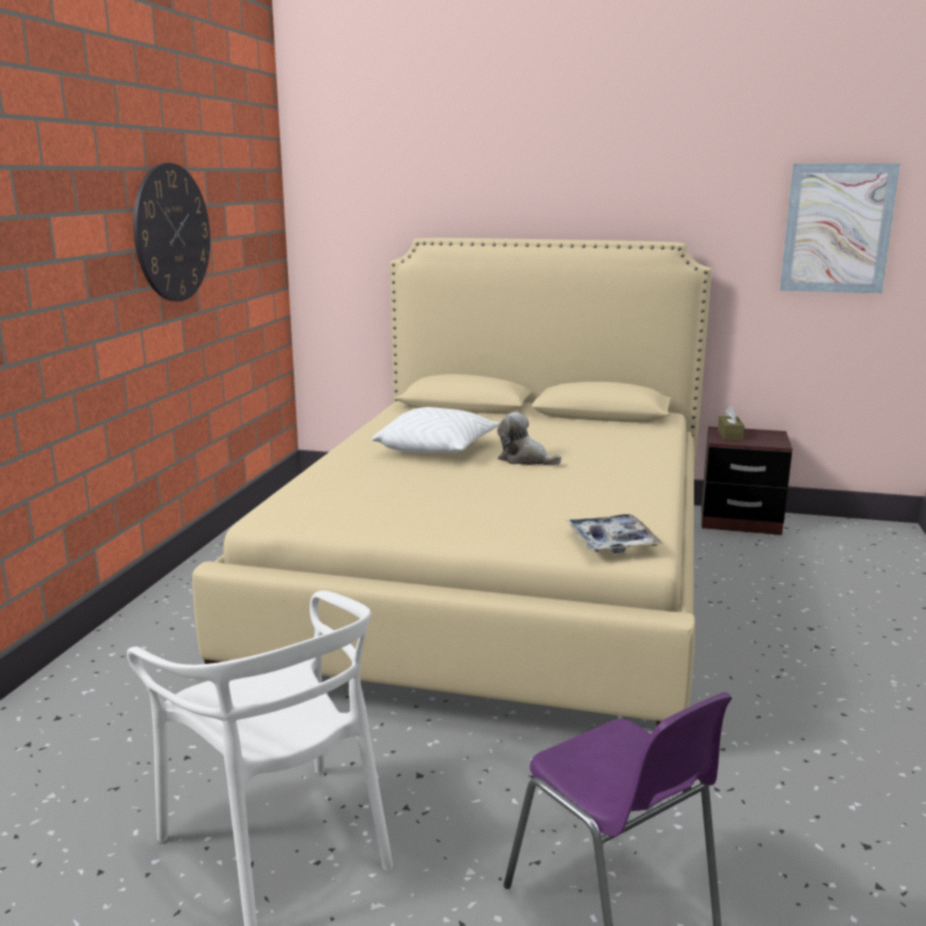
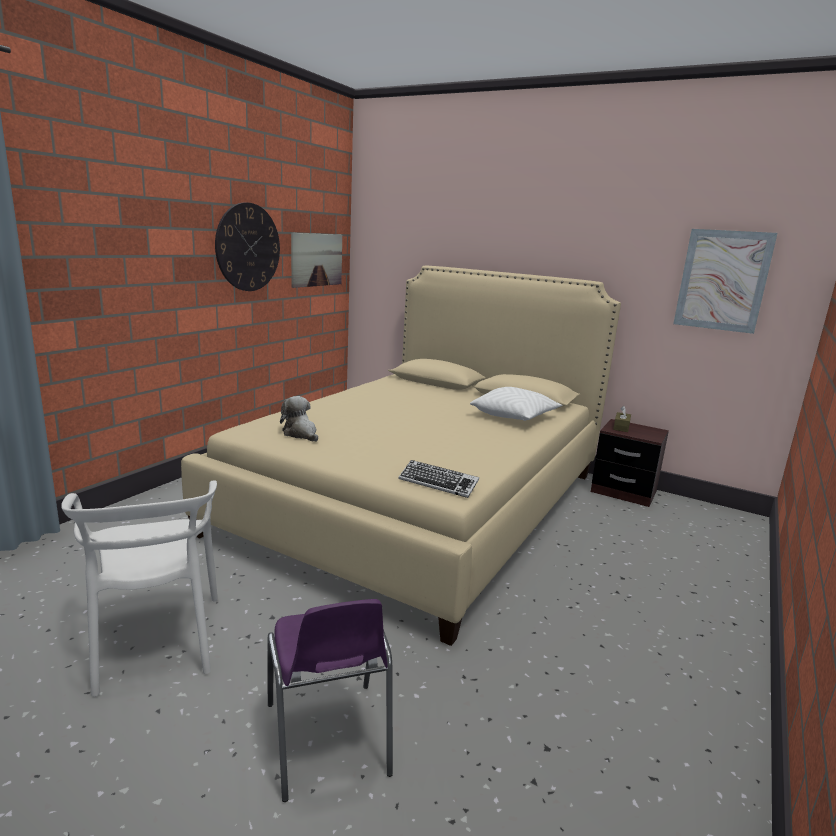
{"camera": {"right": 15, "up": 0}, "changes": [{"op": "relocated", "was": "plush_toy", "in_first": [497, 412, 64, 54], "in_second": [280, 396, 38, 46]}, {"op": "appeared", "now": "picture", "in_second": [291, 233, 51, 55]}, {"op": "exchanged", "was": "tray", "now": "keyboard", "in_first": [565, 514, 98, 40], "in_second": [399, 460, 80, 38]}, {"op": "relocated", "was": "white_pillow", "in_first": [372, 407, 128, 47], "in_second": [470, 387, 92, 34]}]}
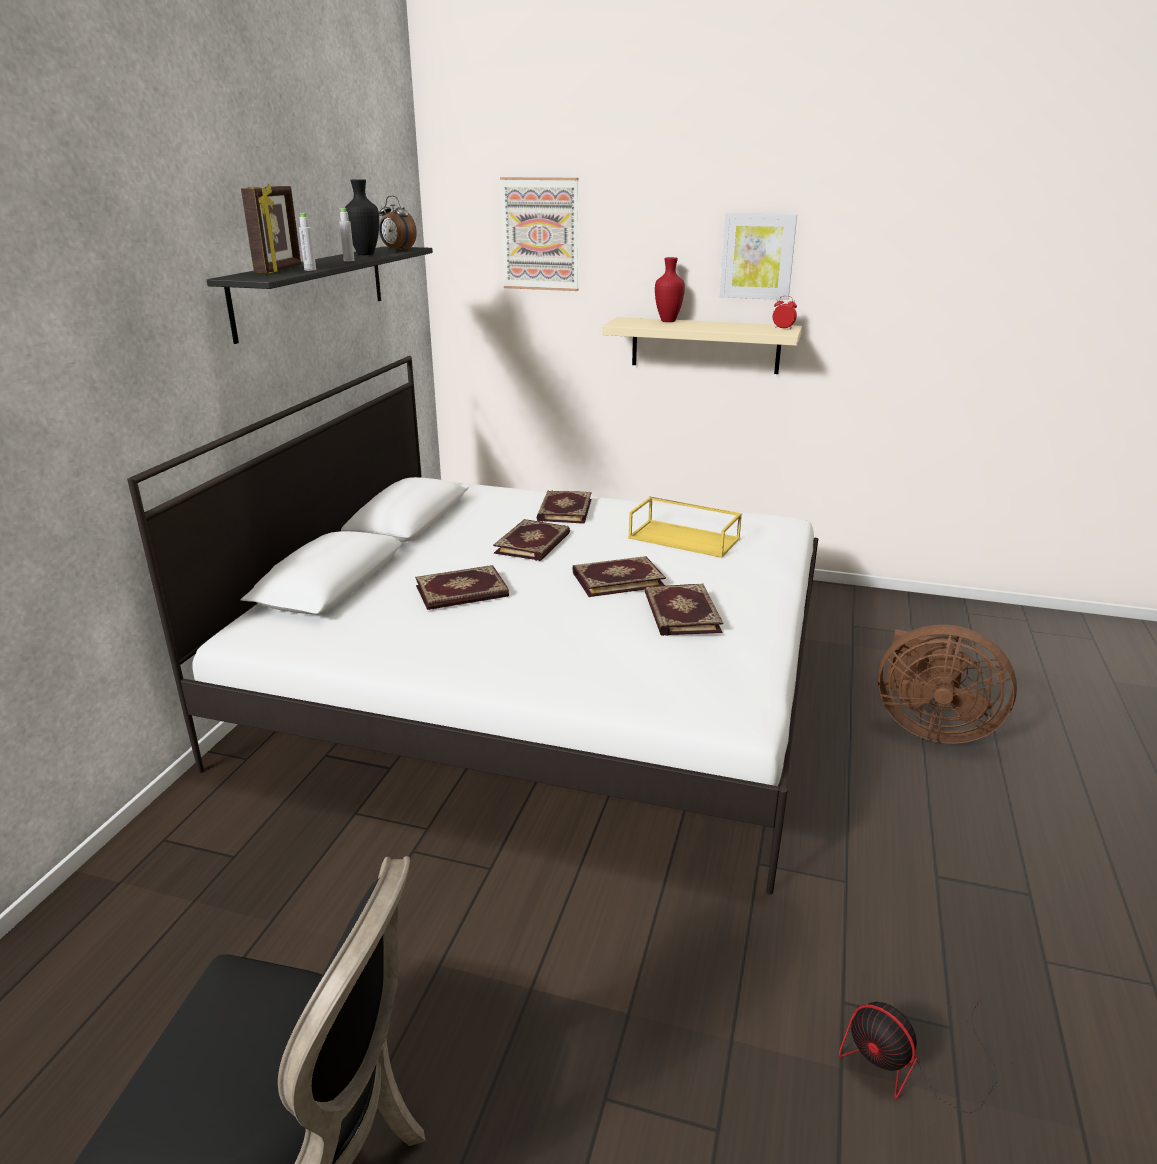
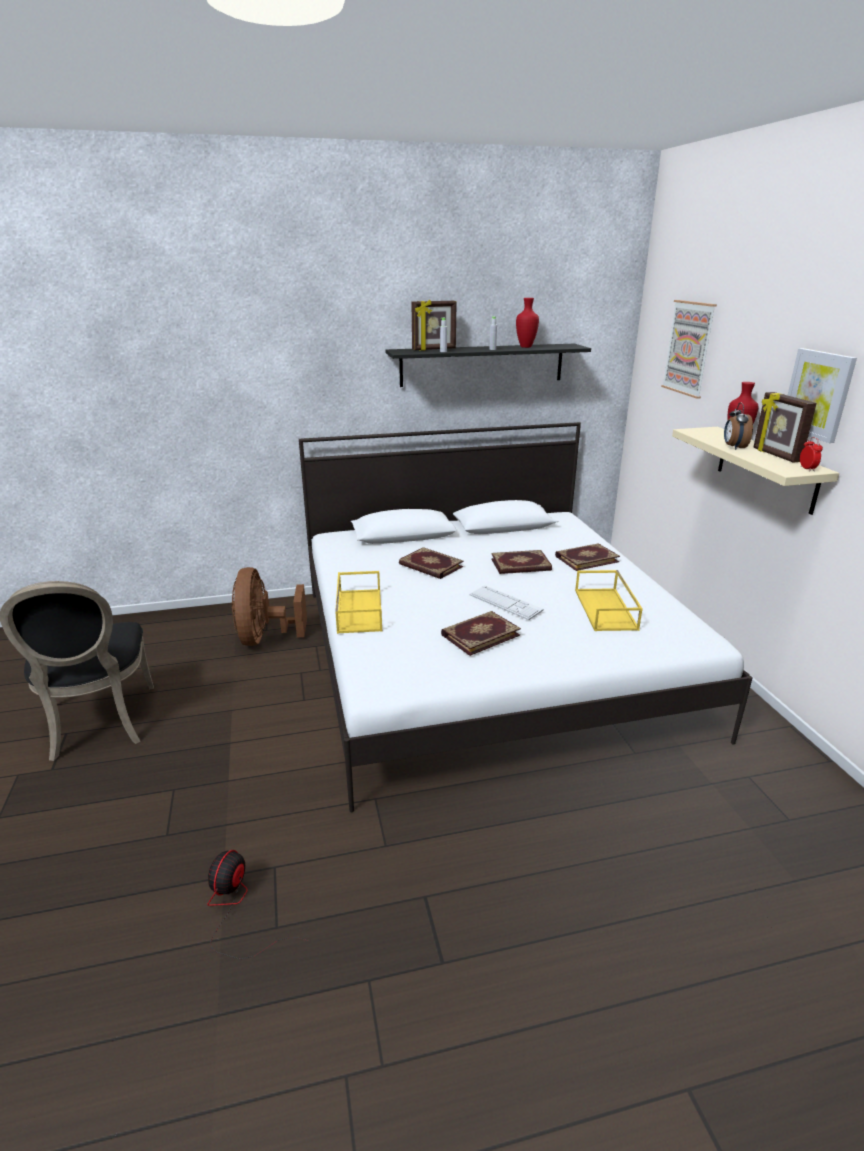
{"camera": {"right": 60, "up": 0}, "changes": [{"op": "relocated", "was": "brown_fan", "in_first": [878, 624, 139, 120], "in_second": [231, 567, 76, 79]}, {"op": "appeared", "now": "yellow_tray", "in_second": [335, 571, 47, 63]}, {"op": "exchanged", "was": "book", "now": "keyboard", "in_first": [572, 556, 94, 41], "in_second": [469, 585, 75, 35]}, {"op": "colour", "was": "black_vase", "now": "red_vase", "in_first": [345, 179, 34, 76], "in_second": [516, 298, 23, 50]}, {"op": "relocated", "was": "alarm_clock", "in_first": [379, 196, 38, 55], "in_second": [724, 403, 29, 47]}, {"op": "appeared", "now": "picture_frame", "in_second": [753, 392, 63, 71]}]}
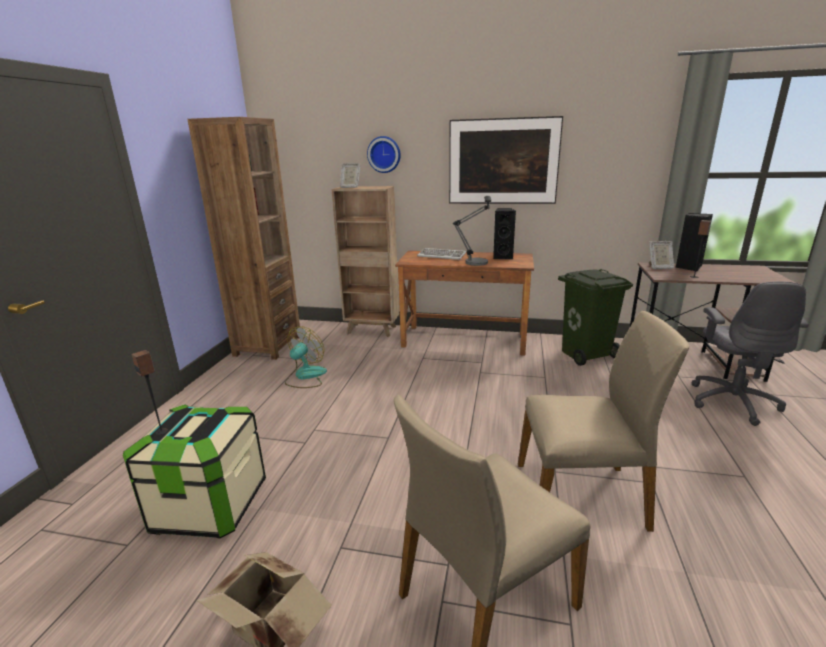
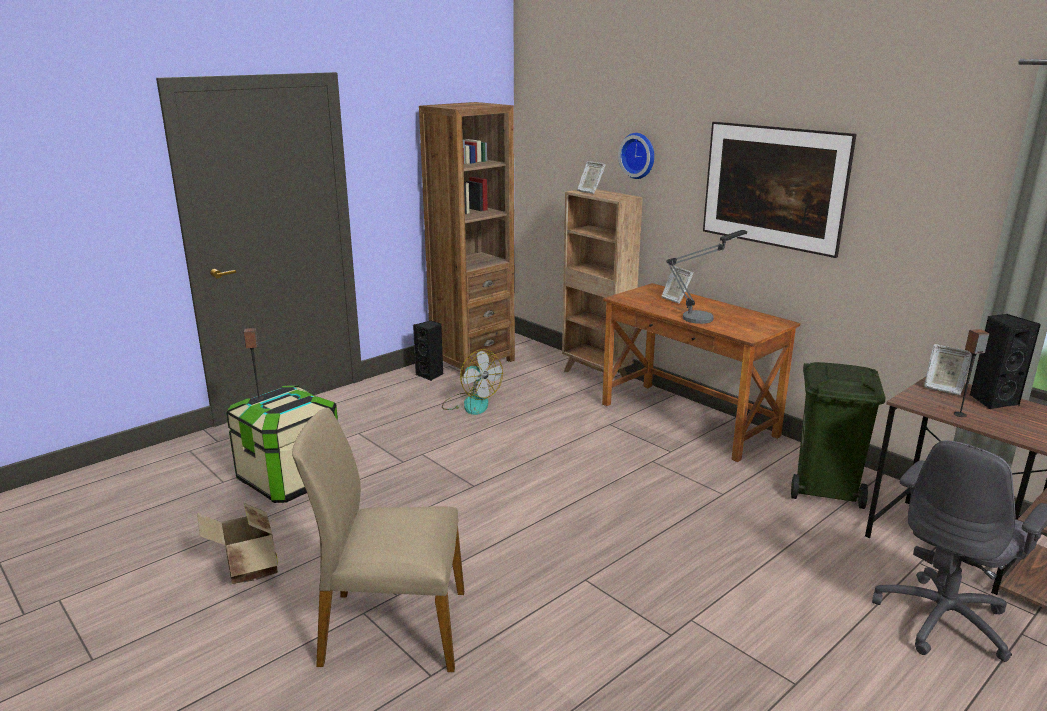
{"camera": {"right": 35, "up": 0}, "changes": [{"op": "relocated", "was": "black_speaker", "in_first": [493, 208, 23, 51], "in_second": [413, 320, 30, 61]}, {"op": "spun", "was": "fan", "in_first": [285, 326, 42, 62], "in_second": [442, 349, 61, 66], "clockwise": 75}, {"op": "exchanged", "was": "keyboard", "now": "picture_frame", "in_first": [417, 248, 49, 12], "in_second": [661, 266, 32, 38]}, {"op": "missing", "was": "beige_chair", "in_first": [518, 311, 171, 221]}]}
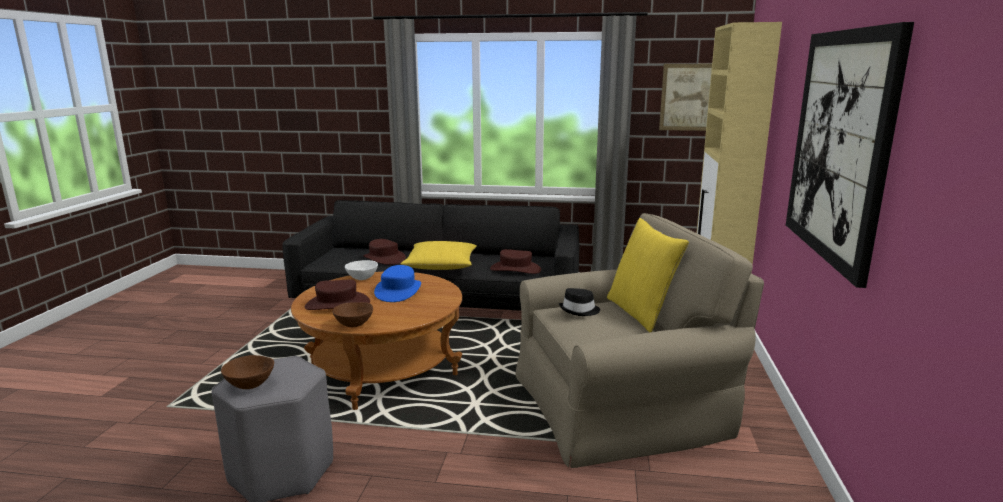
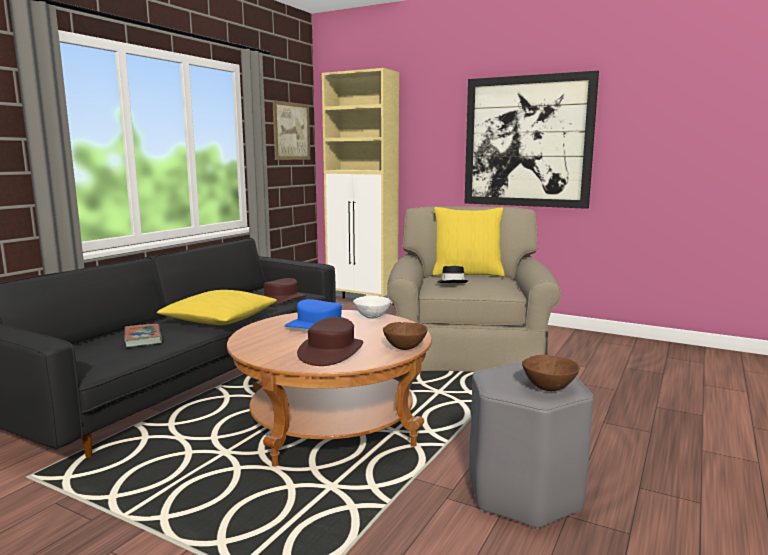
{"camera": {"right": -70, "up": -5}, "changes": [{"op": "exchanged", "was": "brown_hat", "now": "book", "in_first": [363, 239, 43, 26], "in_second": [124, 324, 38, 23]}, {"op": "relocated", "was": "white_bowl", "in_first": [345, 260, 33, 20], "in_second": [353, 296, 38, 23]}]}
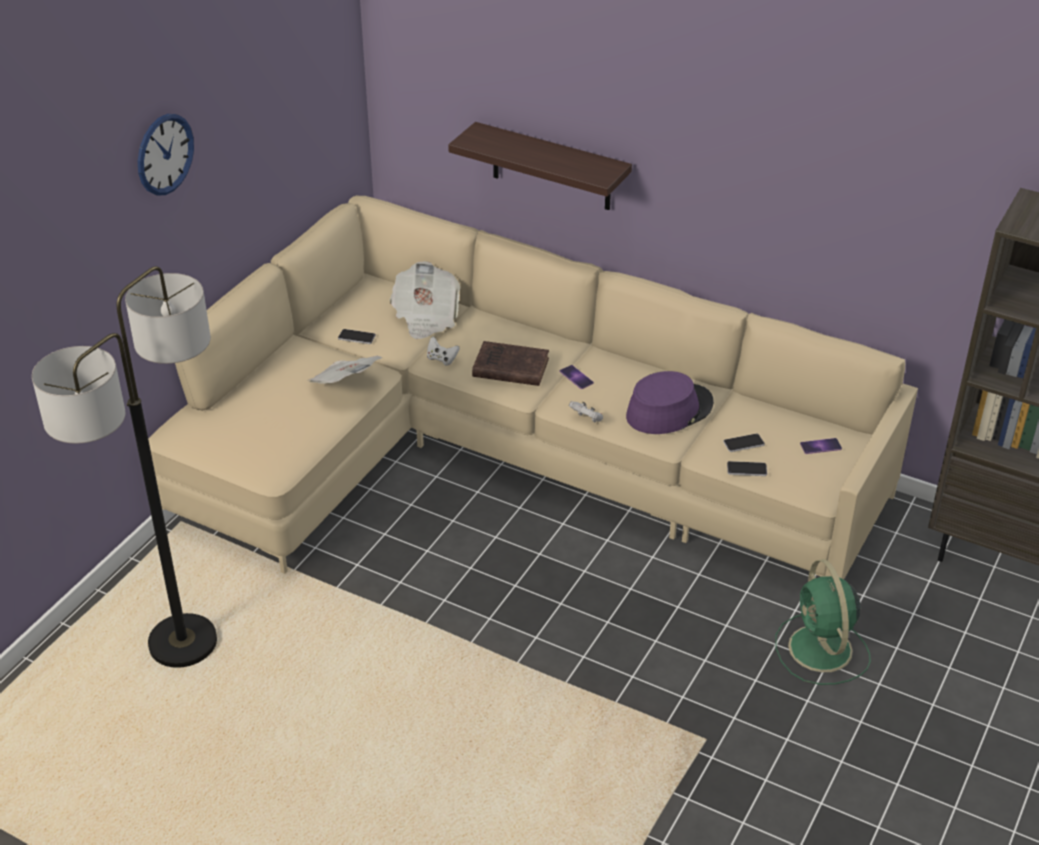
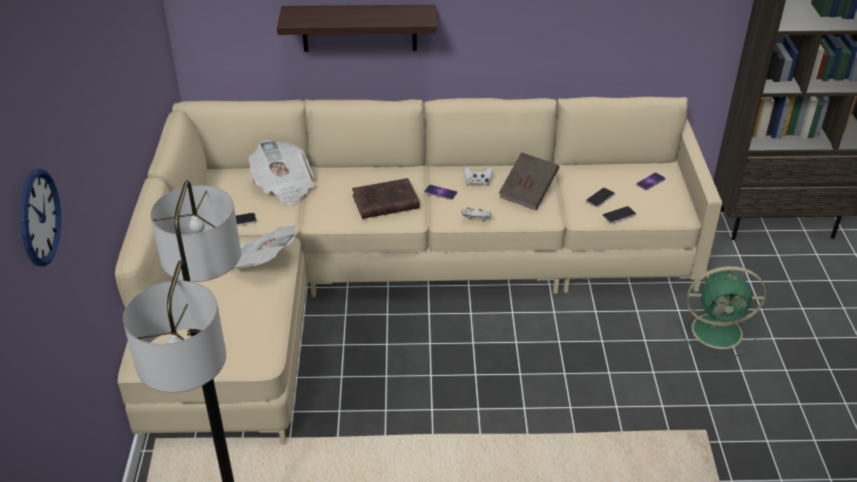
{"camera": {"right": -30, "up": 0}, "changes": [{"op": "relocated", "was": "wall_clock", "in_first": [138, 114, 56, 81], "in_second": [20, 169, 41, 97]}, {"op": "relocated", "was": "white_game_controller", "in_first": [427, 337, 33, 29], "in_second": [464, 166, 28, 20]}, {"op": "exchanged", "was": "purple_hat", "now": "brown_book", "in_first": [626, 371, 88, 63], "in_second": [499, 152, 60, 58]}, {"op": "spun", "was": "green_fan", "in_first": [775, 559, 96, 126], "in_second": [677, 266, 89, 91], "clockwise": -45}]}
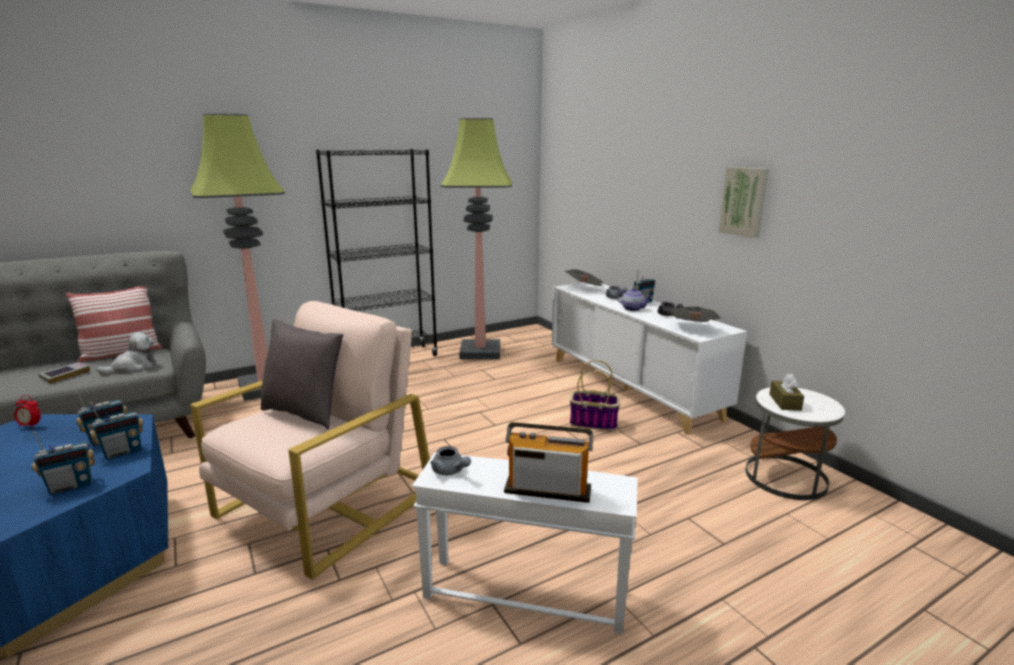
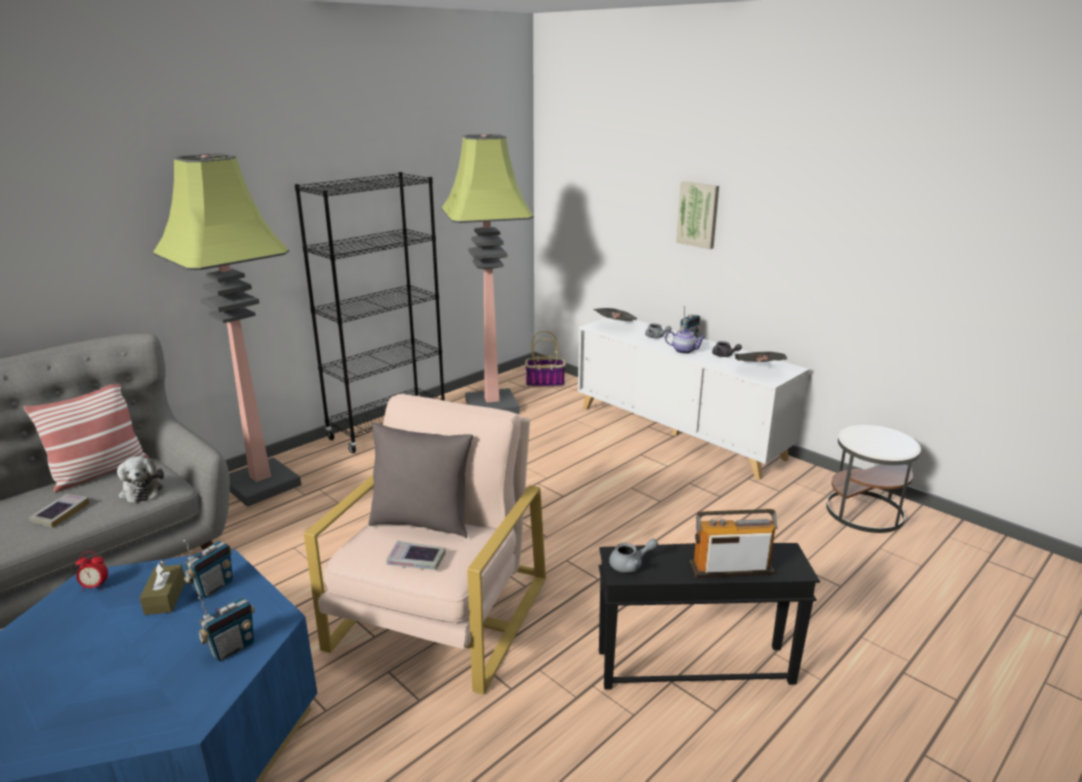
{"camera": {"right": -15, "up": 5}, "changes": [{"op": "spun", "was": "plush_toy", "in_first": [96, 332, 60, 42], "in_second": [117, 456, 47, 47], "clockwise": 120}, {"op": "relocated", "was": "brown_tissue_box", "in_first": [769, 374, 35, 37], "in_second": [139, 560, 47, 55]}, {"op": "appeared", "now": "book", "in_second": [386, 541, 60, 29]}, {"op": "relocated", "was": "basket", "in_first": [570, 360, 50, 71], "in_second": [525, 331, 41, 56]}, {"op": "colour", "was": "white_side_table", "now": "black_side_table", "in_first": [412, 452, 226, 182], "in_second": [599, 543, 221, 146]}, {"op": "spun", "was": "grey_teapot", "in_first": [430, 446, 41, 29], "in_second": [609, 539, 49, 34], "clockwise": -45}, {"op": "relocated", "was": "picture", "in_first": [719, 167, 50, 71], "in_second": [676, 181, 43, 68]}, {"op": "missing", "was": "radio", "in_first": [90, 402, 53, 58]}]}
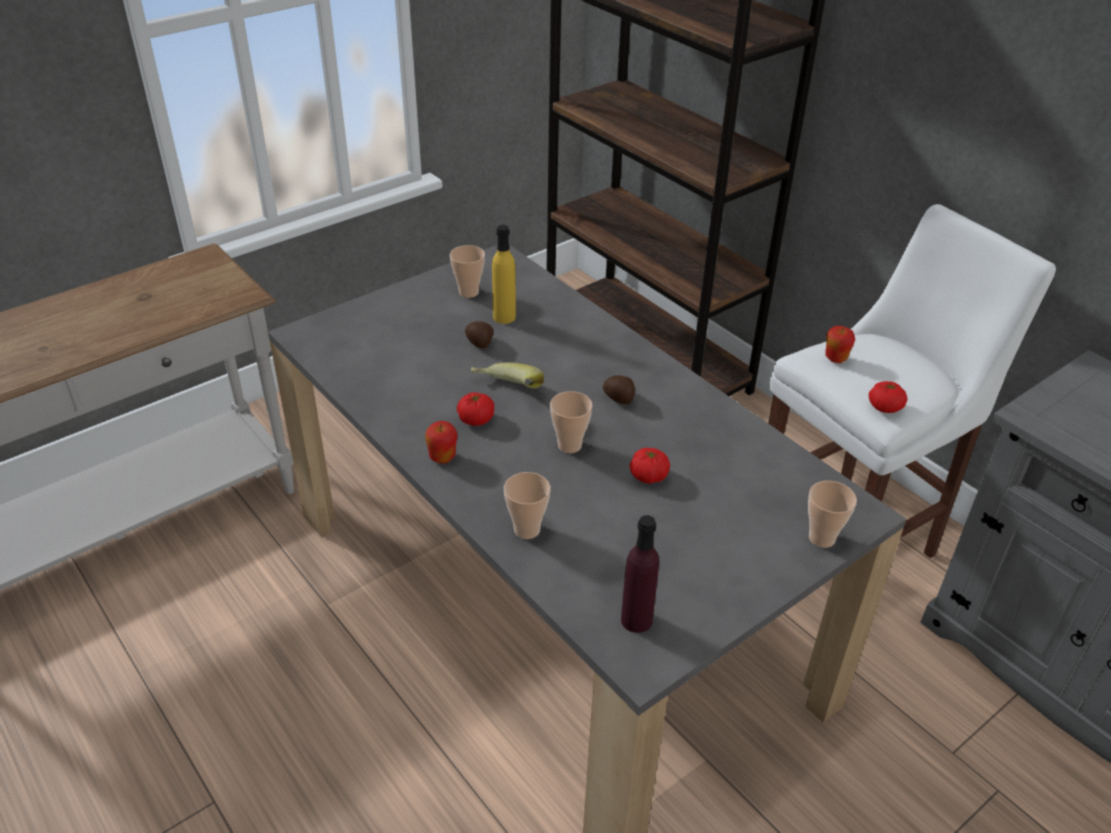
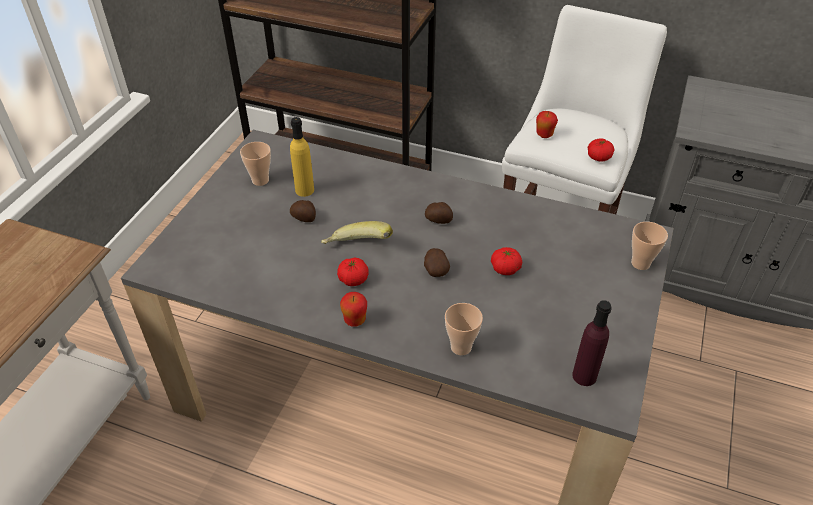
{"camera": {"right": -30, "up": 5}, "changes": [{"op": "exchanged", "was": "cup", "now": "potato", "in_first": [550, 391, 43, 62], "in_second": [424, 248, 26, 29]}]}
